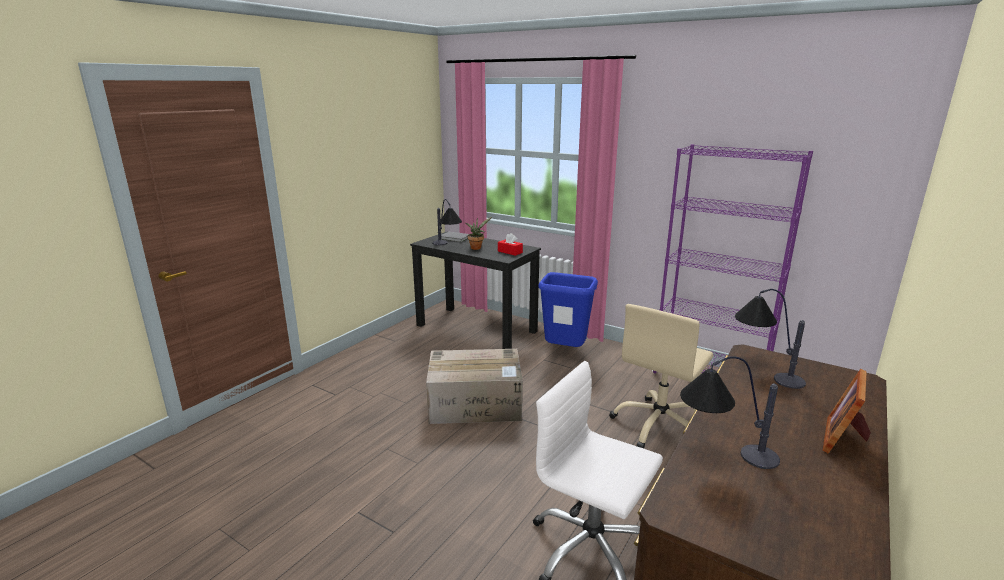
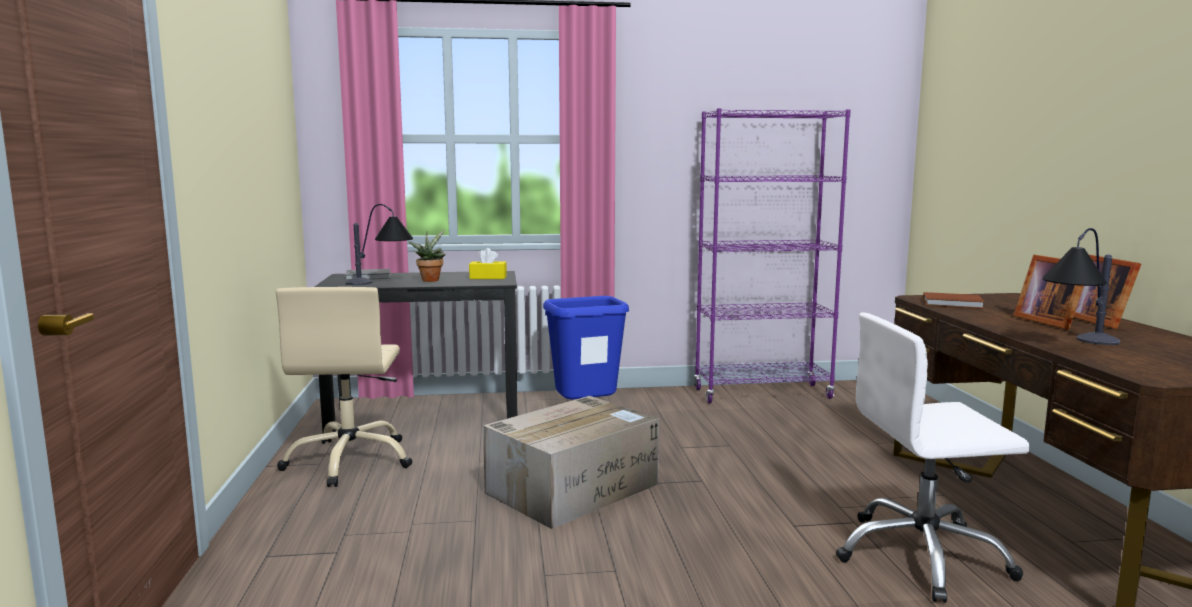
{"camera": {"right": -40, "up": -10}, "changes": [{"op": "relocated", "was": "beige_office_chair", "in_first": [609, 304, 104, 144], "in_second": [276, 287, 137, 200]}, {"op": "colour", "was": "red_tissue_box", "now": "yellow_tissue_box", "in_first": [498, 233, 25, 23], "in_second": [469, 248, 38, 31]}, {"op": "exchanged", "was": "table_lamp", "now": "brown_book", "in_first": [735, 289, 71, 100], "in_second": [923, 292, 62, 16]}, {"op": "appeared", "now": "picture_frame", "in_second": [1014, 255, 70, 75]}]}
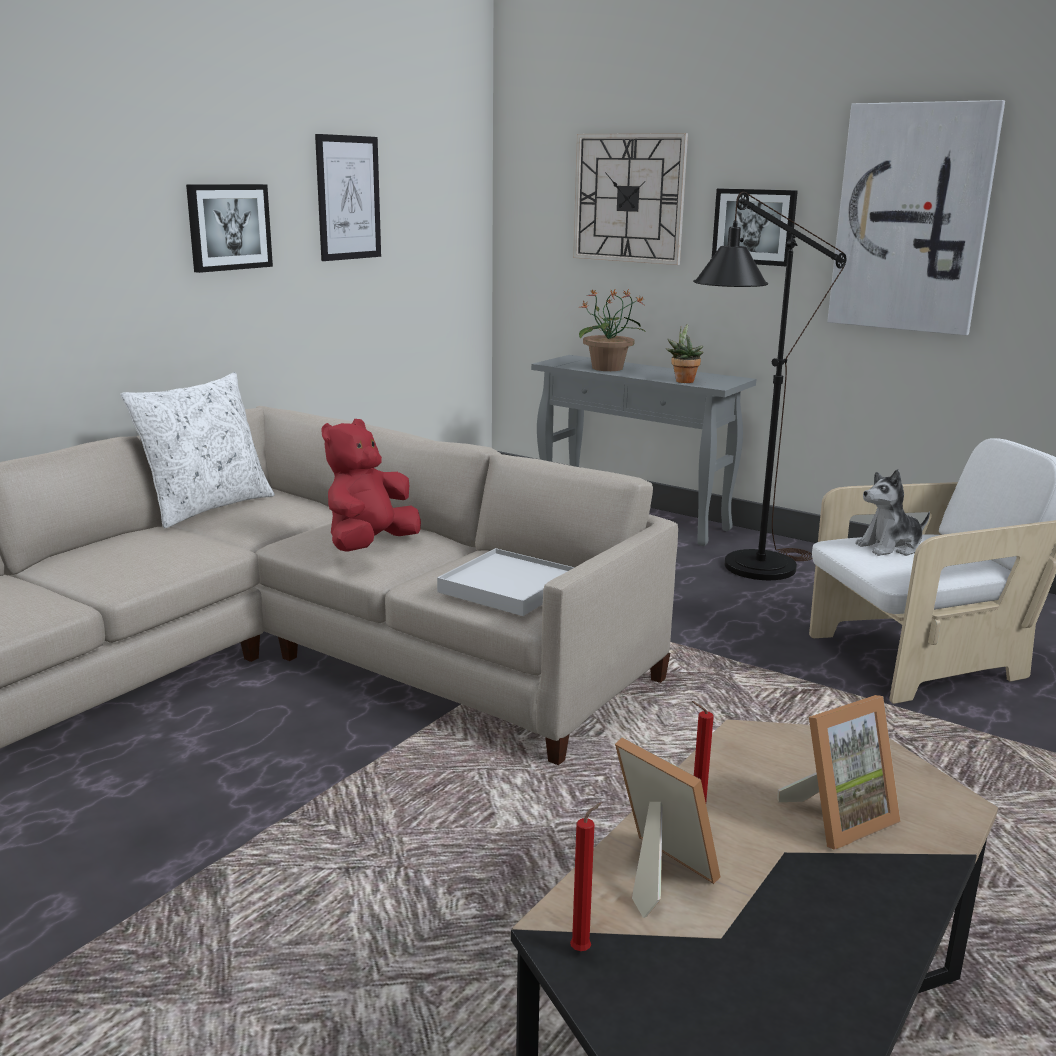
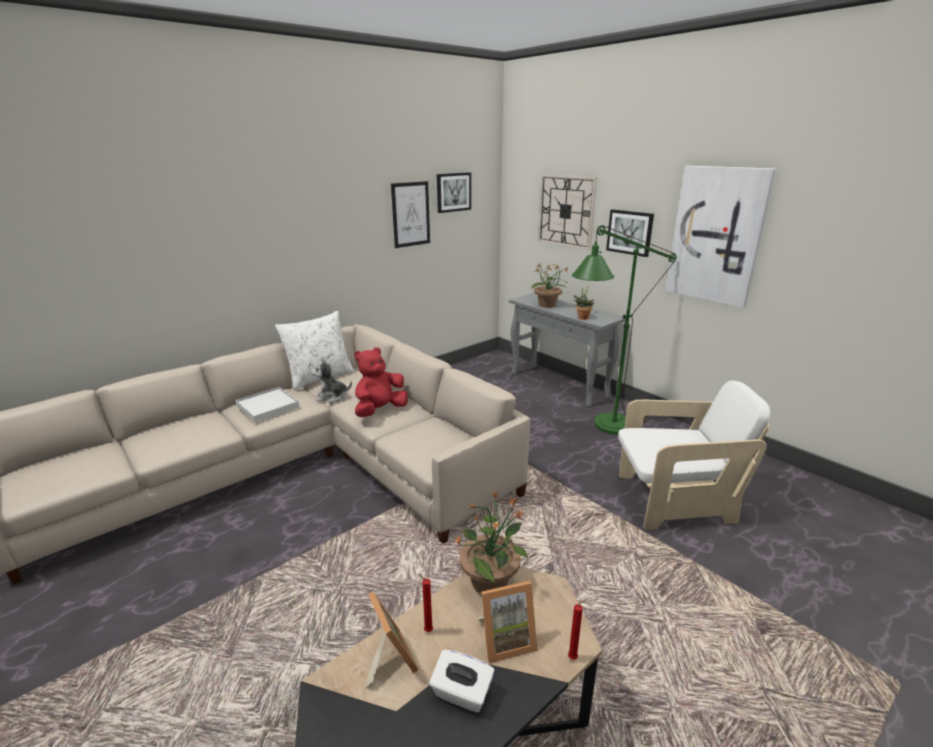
{"camera": {"right": 15, "up": 5}, "changes": [{"op": "relocated", "was": "white_tray", "in_first": [437, 548, 138, 68], "in_second": [236, 387, 63, 36]}, {"op": "relocated", "was": "plush_toy", "in_first": [856, 469, 74, 87], "in_second": [311, 360, 41, 42]}, {"op": "appeared", "now": "white_tissue_box", "in_second": [429, 650, 66, 63]}, {"op": "relocated", "was": "picture", "in_first": [186, 184, 87, 89], "in_second": [437, 172, 34, 41]}, {"op": "appeared", "now": "potted_plant", "in_second": [453, 491, 75, 103]}, {"op": "relocated", "was": "red_candle", "in_first": [570, 803, 32, 148], "in_second": [568, 599, 19, 61]}, {"op": "colour", "was": "black_floor_lamp", "now": "green_floor_lamp", "in_first": [693, 192, 154, 388], "in_second": [572, 225, 105, 210]}]}
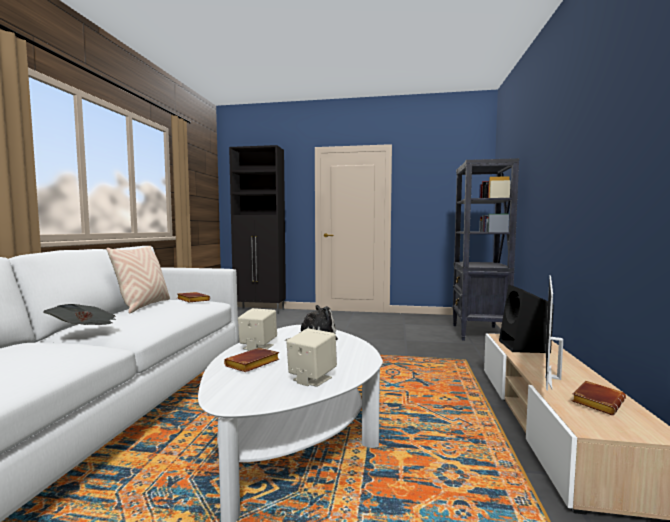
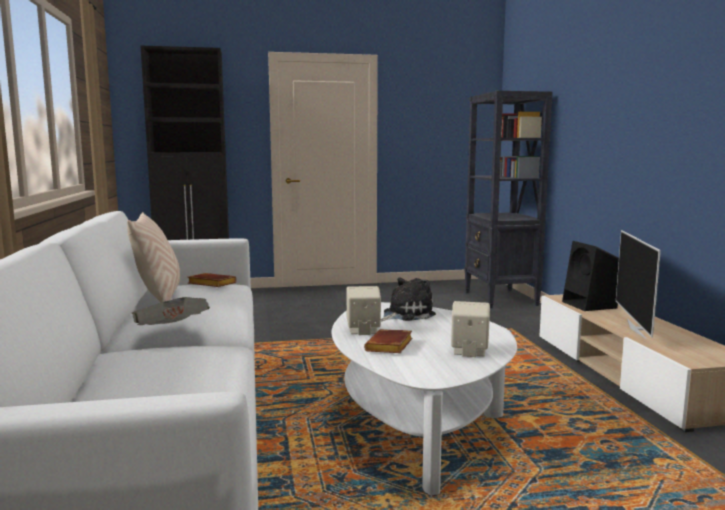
{"camera": {"right": -20, "up": 5}, "changes": [{"op": "missing", "was": "brown_book", "in_first": [572, 381, 54, 34]}]}
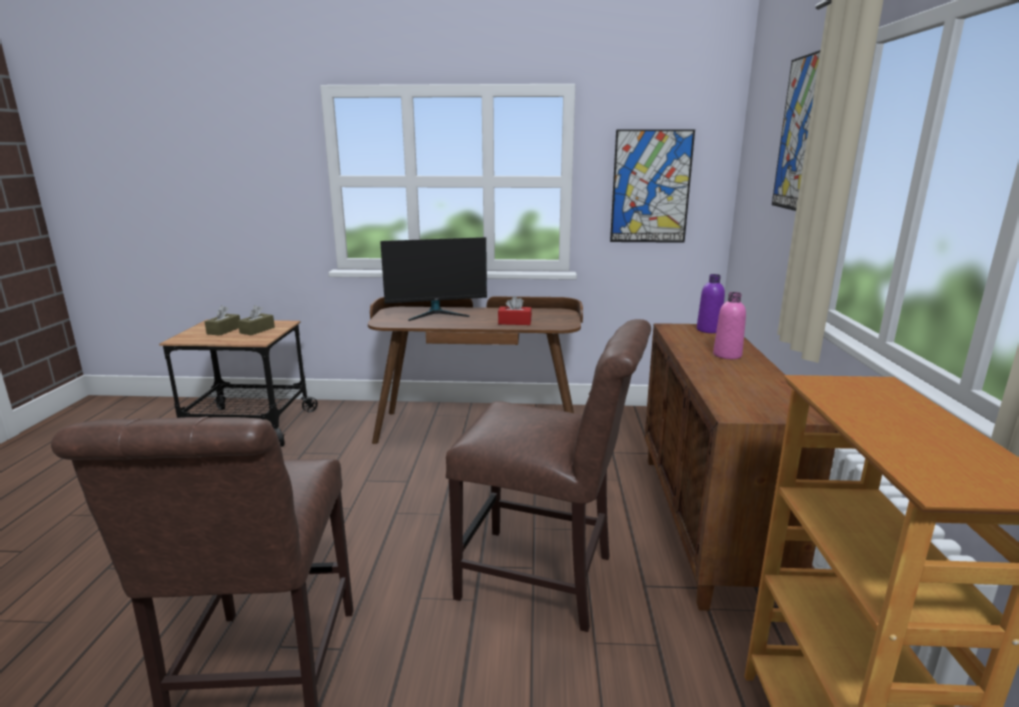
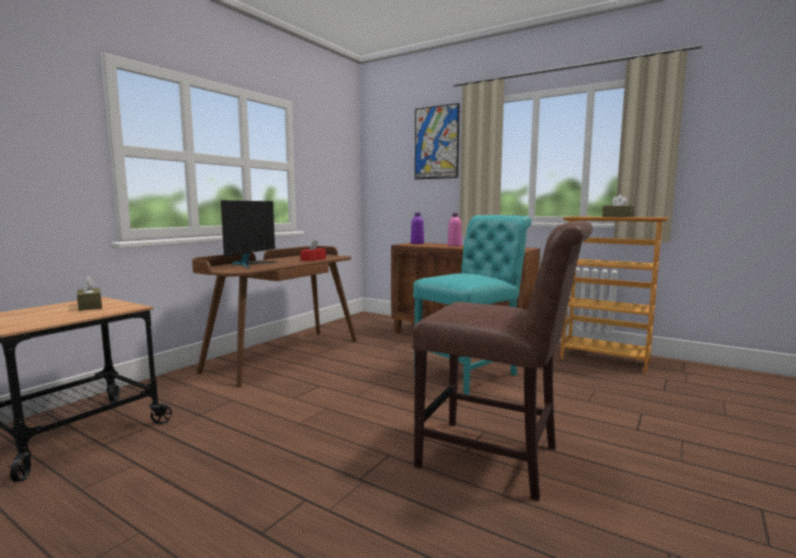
{"camera": {"right": -60, "up": -10}, "changes": [{"op": "colour", "was": "brown_chair", "now": "turquoise_chair", "in_first": [446, 319, 205, 313], "in_second": [413, 215, 118, 180]}, {"op": "relocated", "was": "brown_tissue_box", "in_first": [204, 305, 36, 31], "in_second": [602, 195, 32, 22]}, {"op": "missing", "was": "picture", "in_first": [610, 129, 85, 114]}]}
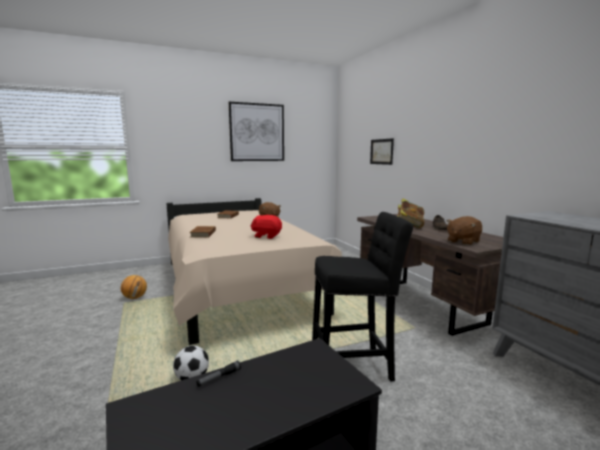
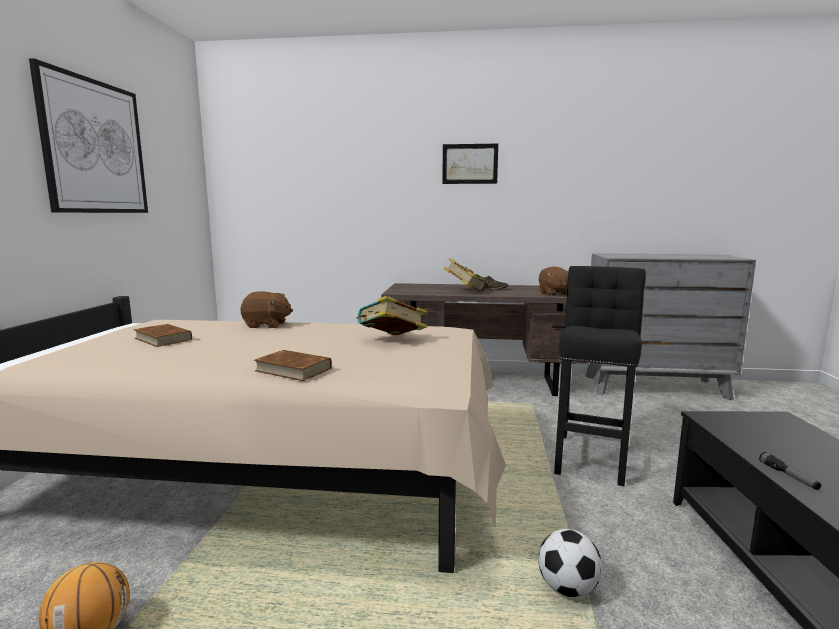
{"camera": {"right": -60, "up": 0}, "changes": [{"op": "exchanged", "was": "red_plush_toy", "now": "book", "in_first": [250, 215, 32, 24], "in_second": [356, 296, 71, 39]}, {"op": "relocated", "was": "picture", "in_first": [370, 138, 24, 27], "in_second": [442, 144, 56, 40]}]}
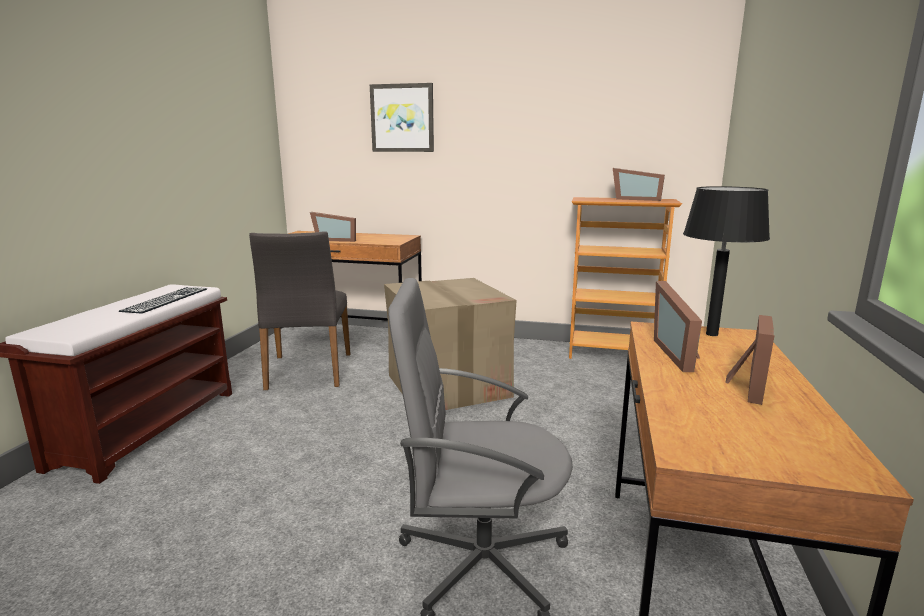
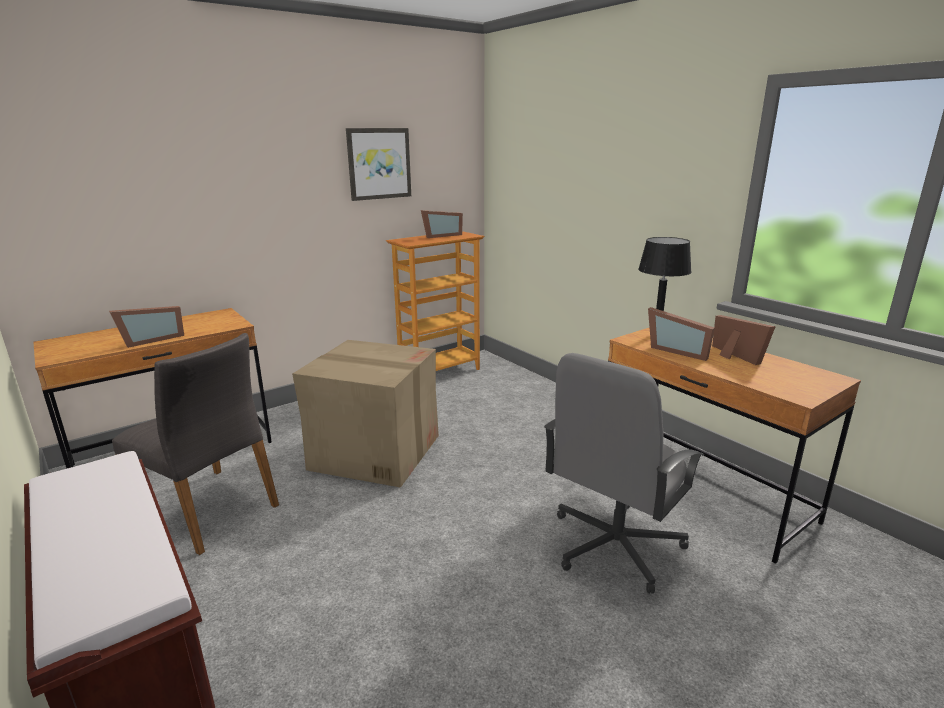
{"camera": {"right": -50, "up": 5}, "changes": [{"op": "relocated", "was": "picture", "in_first": [370, 83, 64, 69], "in_second": [346, 128, 65, 73]}, {"op": "missing", "was": "keyboard", "in_first": [119, 287, 88, 27]}]}
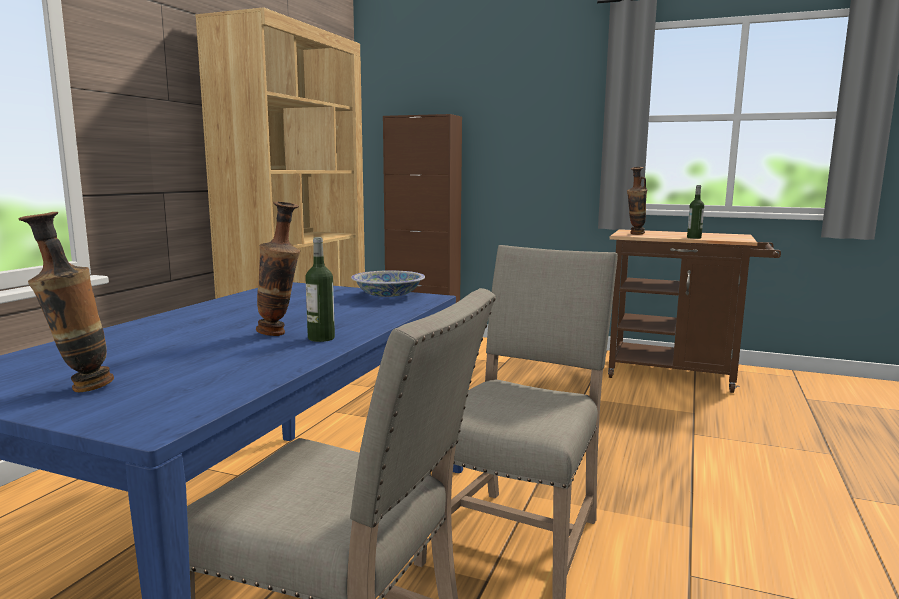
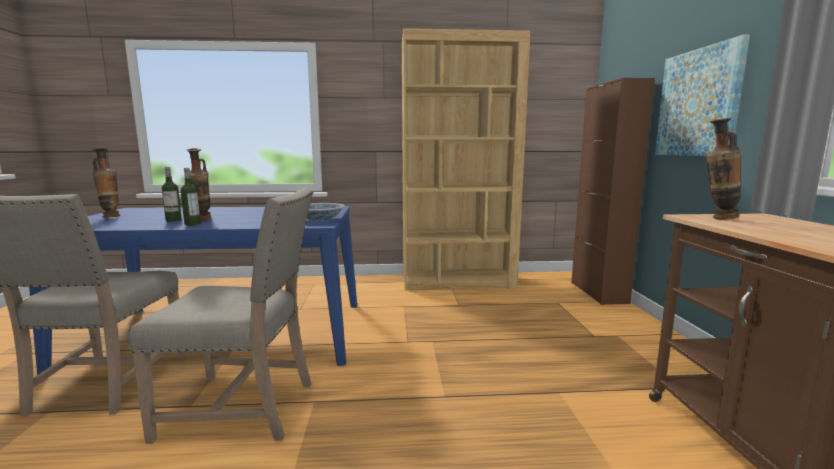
{"camera": {"right": 65, "up": 0}, "changes": [{"op": "relocated", "was": "bottle", "in_first": [687, 185, 17, 54], "in_second": [162, 167, 20, 55]}, {"op": "appeared", "now": "picture", "in_second": [655, 35, 95, 121]}]}
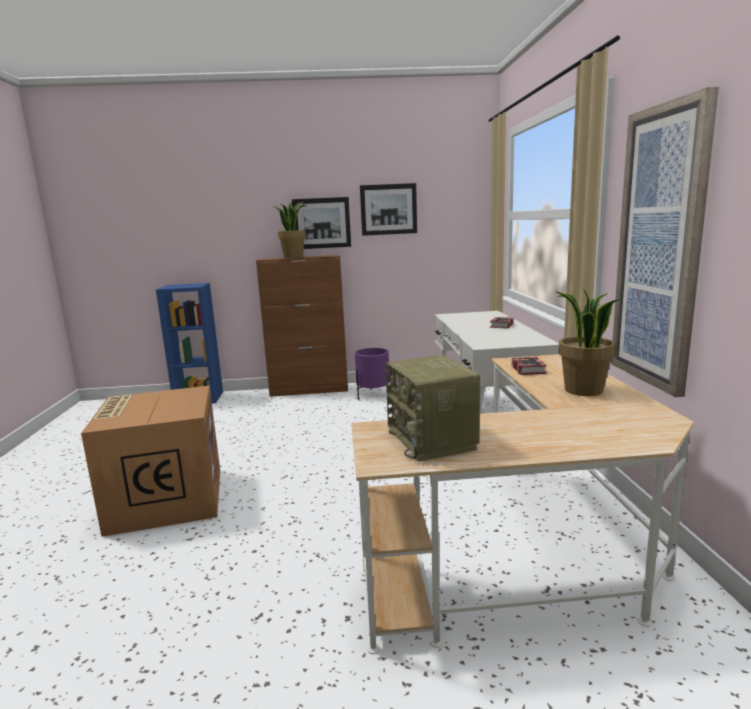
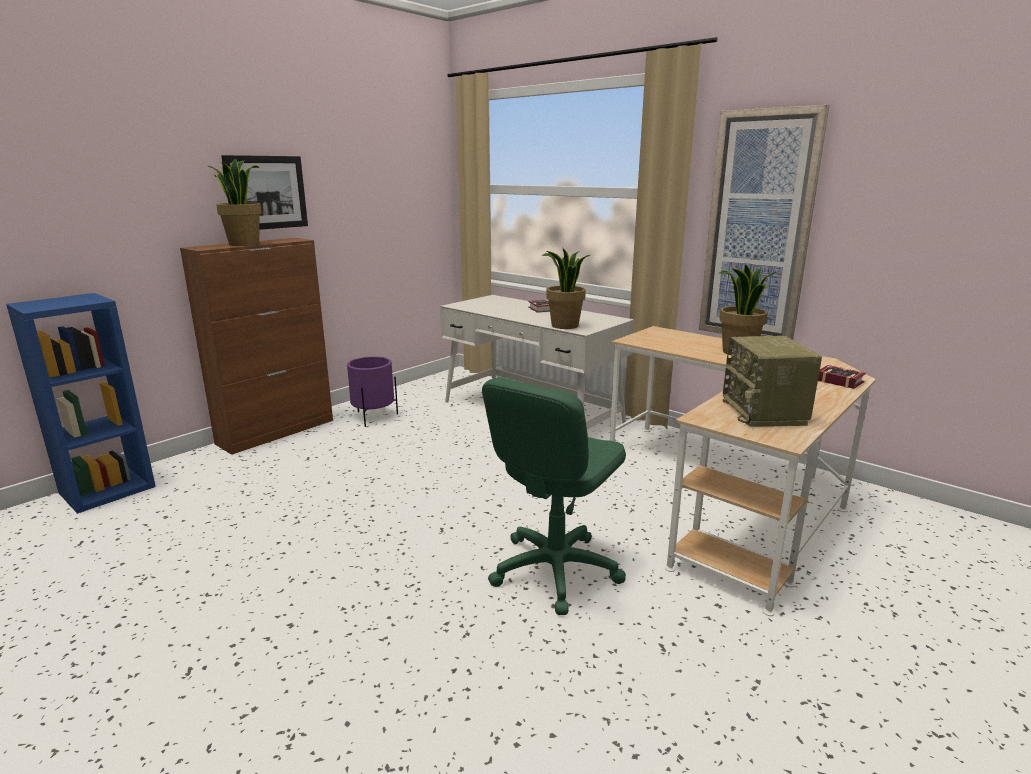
{"camera": {"right": -45, "up": 5}, "changes": [{"op": "appeared", "now": "green_office_chair", "in_second": [482, 377, 144, 238]}, {"op": "appeared", "now": "potted_plant", "in_second": [541, 247, 49, 82]}, {"op": "spun", "was": "radio", "in_first": [385, 355, 95, 107], "in_second": [723, 336, 99, 91], "clockwise": 60}, {"op": "relocated", "was": "book", "in_first": [512, 357, 35, 18], "in_second": [818, 365, 48, 24]}, {"op": "missing", "was": "cardboard_box", "in_first": [81, 386, 139, 151]}, {"op": "missing", "was": "picture", "in_first": [360, 183, 57, 53]}]}
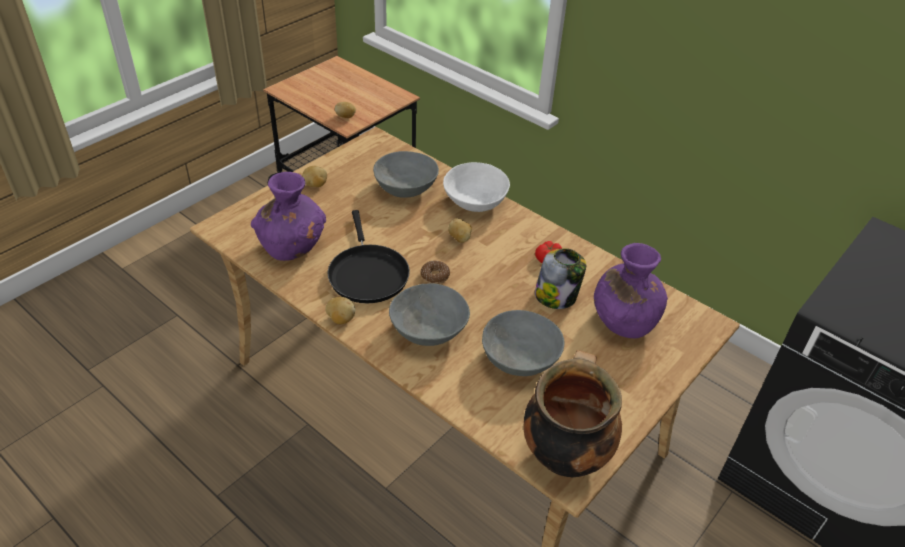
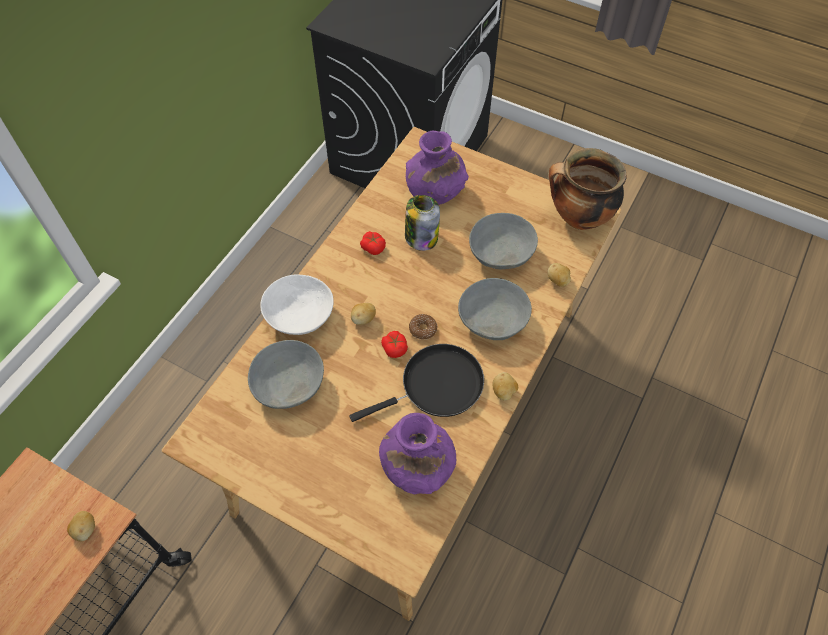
{"camera": {"right": -100, "up": 15}, "changes": [{"op": "appeared", "now": "tomato", "in_second": [381, 331, 27, 27]}, {"op": "relocated", "was": "potato", "in_first": [302, 166, 25, 21], "in_second": [548, 263, 23, 24]}]}
